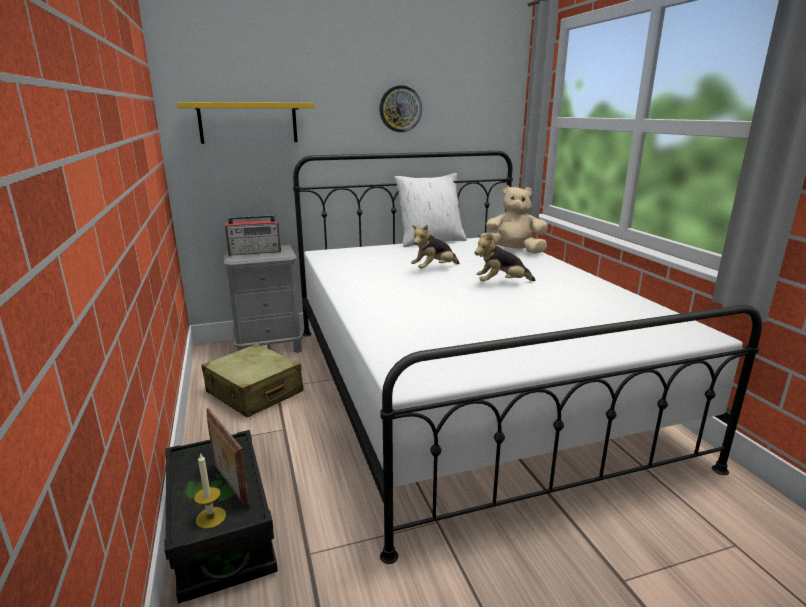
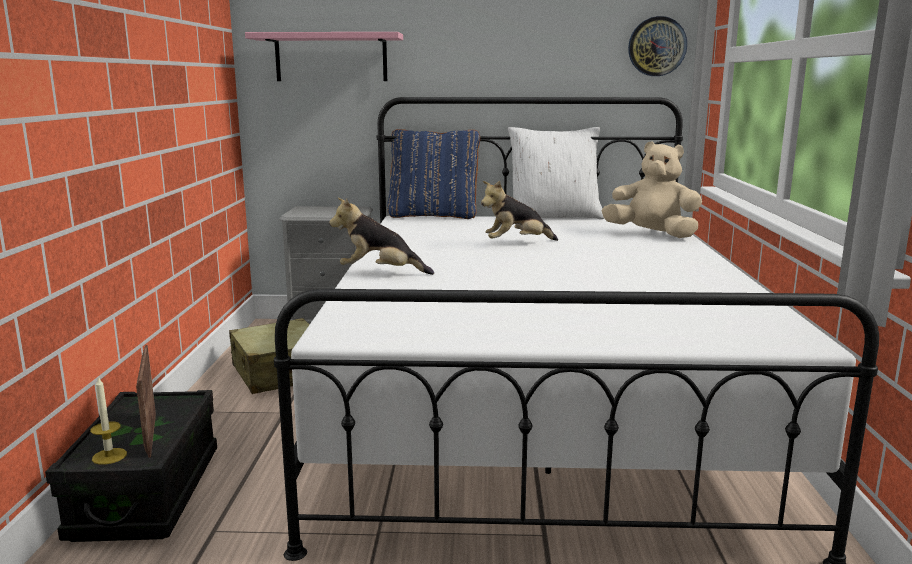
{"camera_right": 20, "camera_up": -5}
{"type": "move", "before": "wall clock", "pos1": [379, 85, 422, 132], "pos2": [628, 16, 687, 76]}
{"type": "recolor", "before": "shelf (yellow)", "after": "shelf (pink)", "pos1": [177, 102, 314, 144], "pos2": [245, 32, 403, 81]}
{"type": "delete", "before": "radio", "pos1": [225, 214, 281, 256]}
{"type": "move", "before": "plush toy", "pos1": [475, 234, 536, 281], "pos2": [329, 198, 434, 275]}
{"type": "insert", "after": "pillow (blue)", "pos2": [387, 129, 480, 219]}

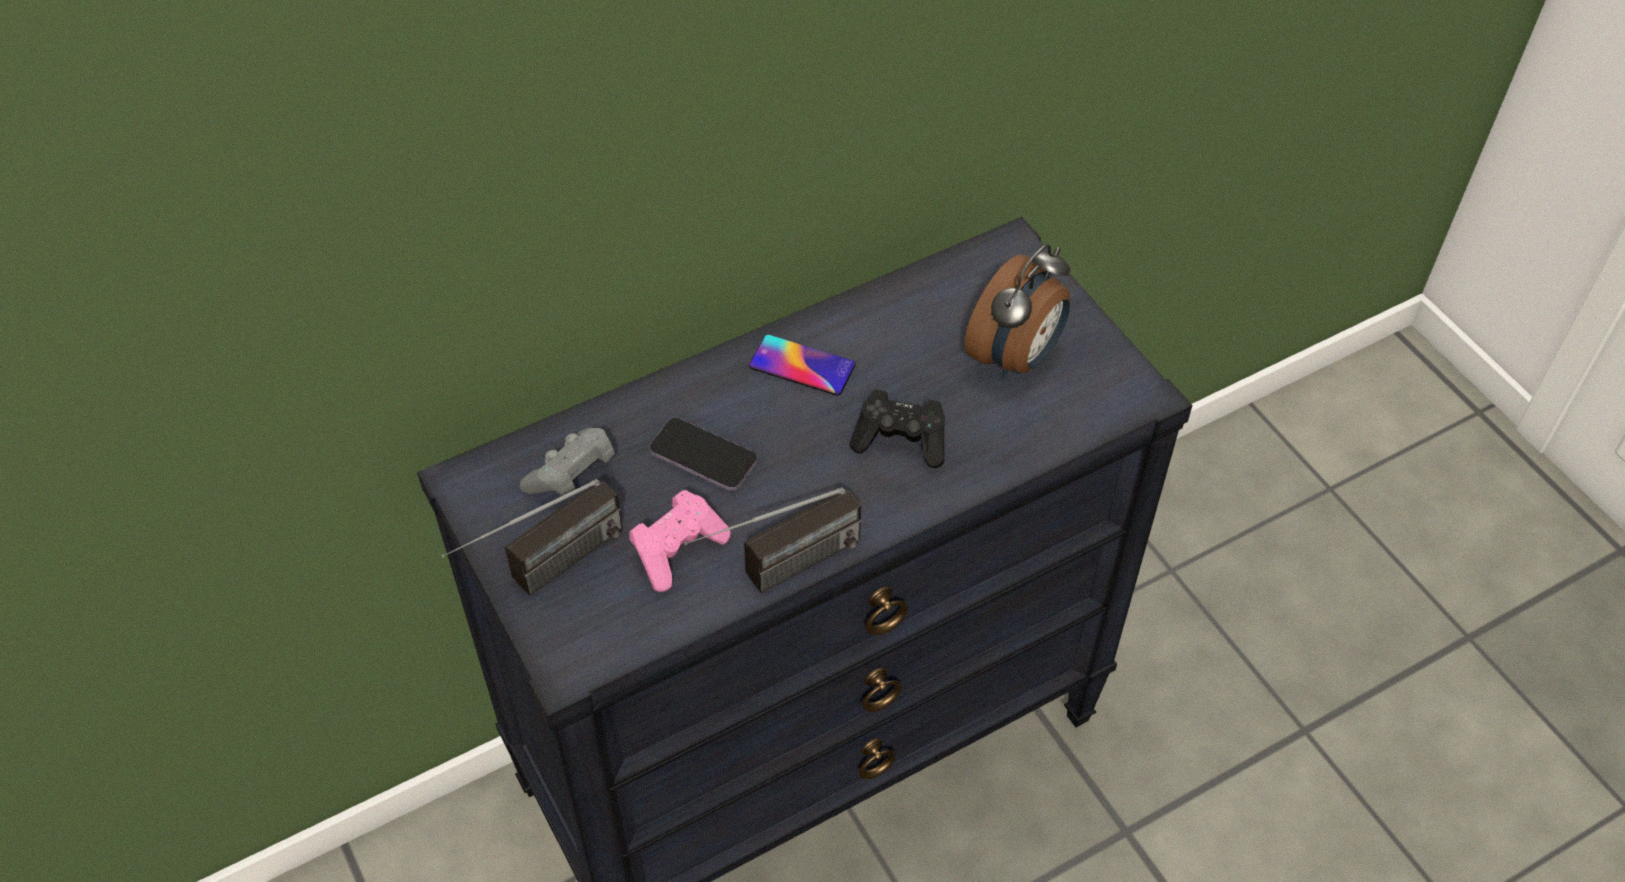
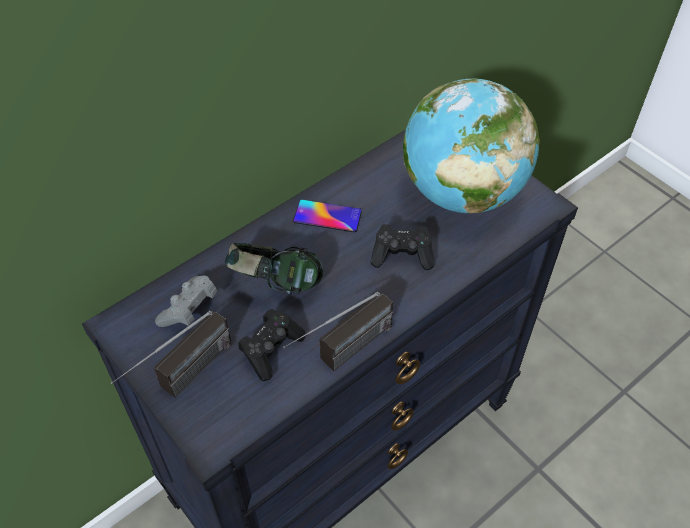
{"camera_right": -10, "camera_up": 0}
{"type": "replace", "before": "alarm clock", "after": "globe", "pos1": [965, 244, 1070, 378], "pos2": [403, 78, 540, 214]}
{"type": "replace", "before": "phone", "after": "headphones", "pos1": [649, 417, 758, 491], "pos2": [225, 243, 323, 295]}
{"type": "recolor", "before": "game controller (pink)", "after": "game controller (black)", "pos1": [629, 490, 731, 592], "pos2": [238, 309, 305, 381]}

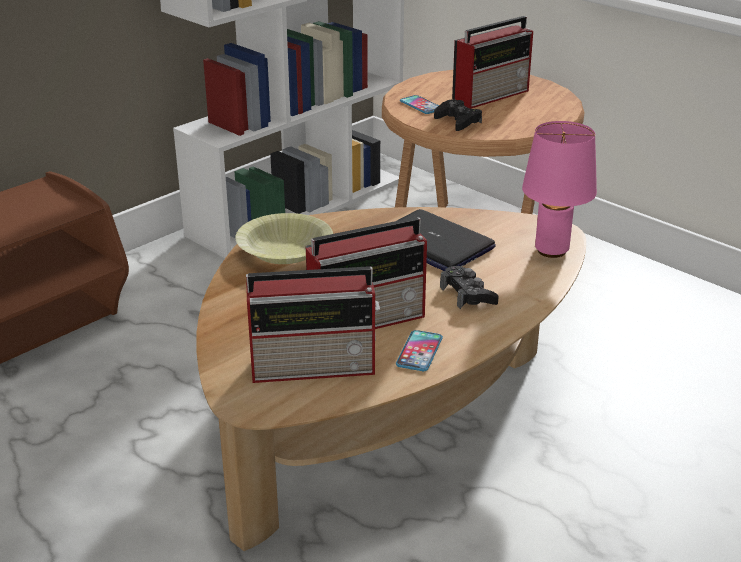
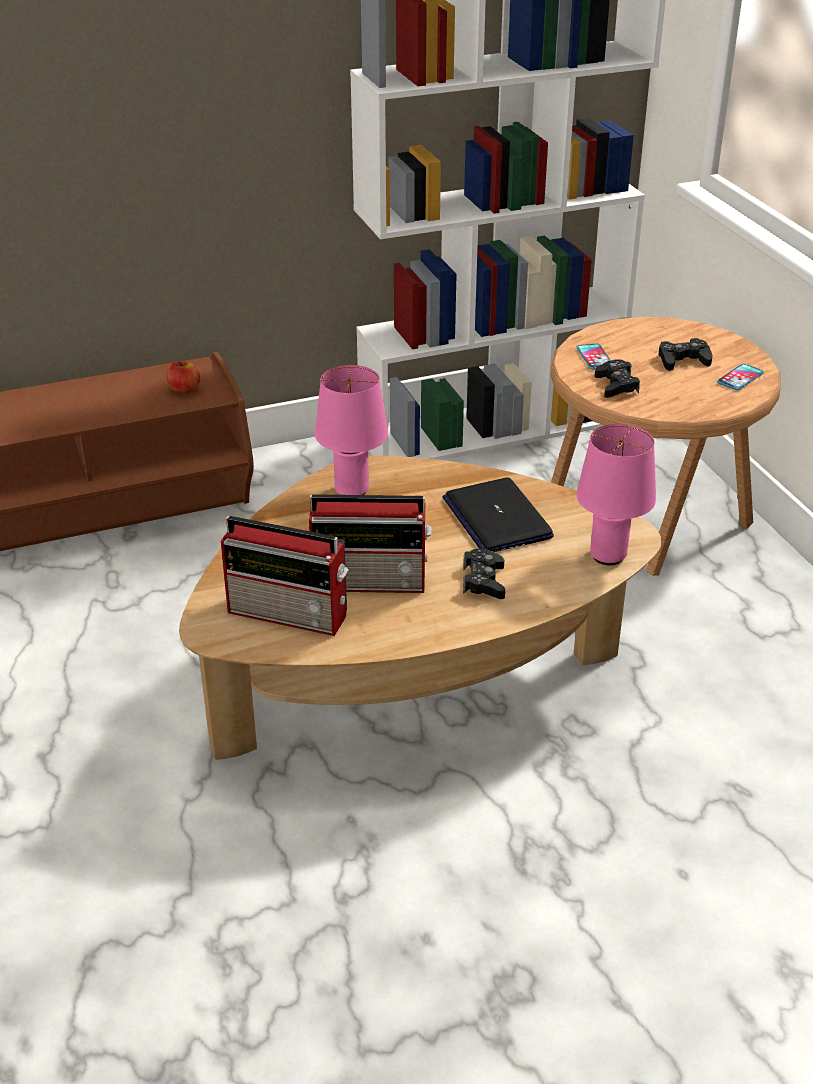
{"camera_right": 25, "camera_up": 5}
{"type": "replace", "before": "radio", "after": "game controller (black)", "pos1": [452, 16, 533, 109], "pos2": [659, 338, 712, 371]}
{"type": "replace", "before": "bowl (yellow)", "after": "table lamp (pink)", "pos1": [235, 213, 333, 264], "pos2": [315, 365, 388, 495]}
{"type": "move", "before": "phone", "pos1": [396, 330, 443, 371], "pos2": [717, 364, 764, 390]}
{"type": "insert", "after": "apple", "pos2": [166, 361, 200, 393]}

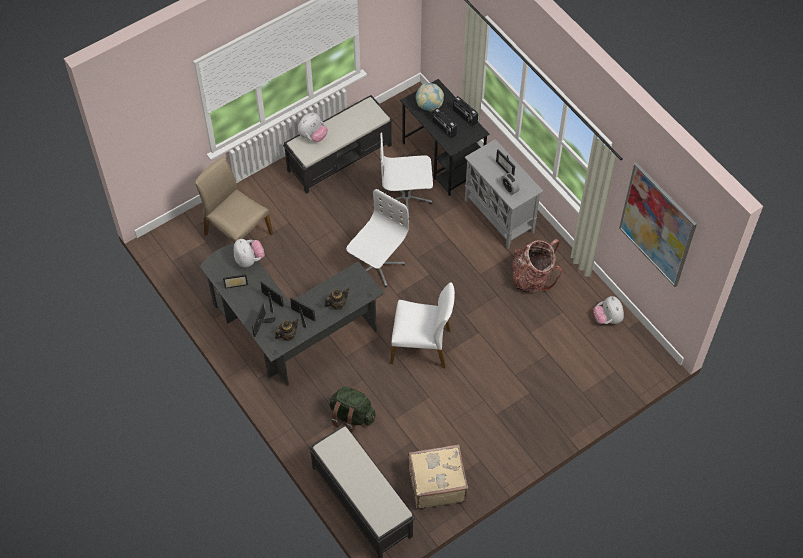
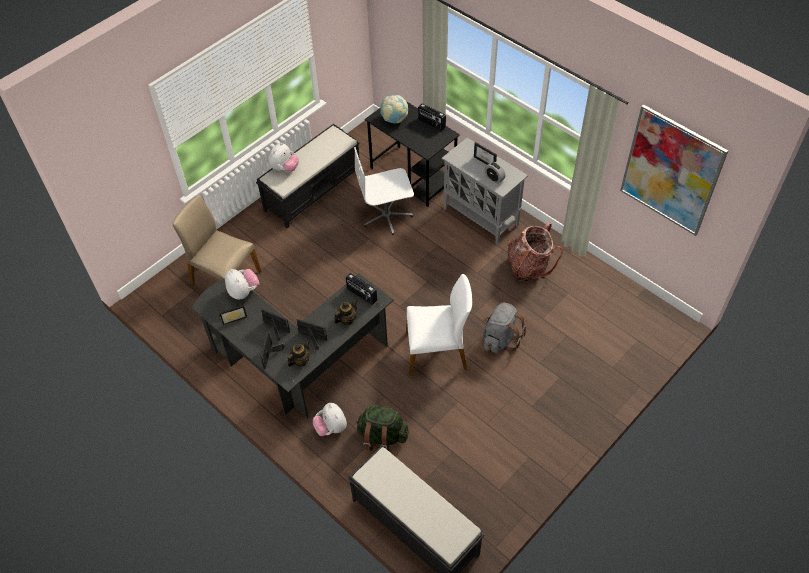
{"camera_right": -10, "camera_up": -5}
{"type": "move", "before": "radio", "pos1": [432, 108, 457, 139], "pos2": [346, 273, 377, 305]}
{"type": "delete", "before": "office chair (white)", "pos1": [346, 189, 409, 287]}
{"type": "move", "before": "plush toy", "pos1": [593, 296, 624, 324], "pos2": [313, 403, 347, 436]}
{"type": "delete", "before": "suitcase (beige)", "pos1": [408, 444, 468, 509]}
{"type": "insert", "after": "backpack (grey)", "pos2": [483, 302, 526, 353]}

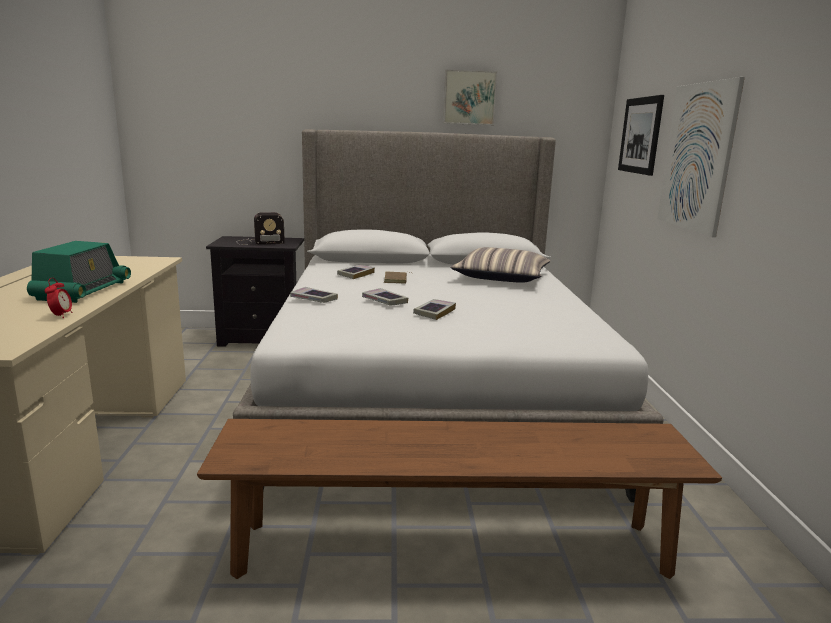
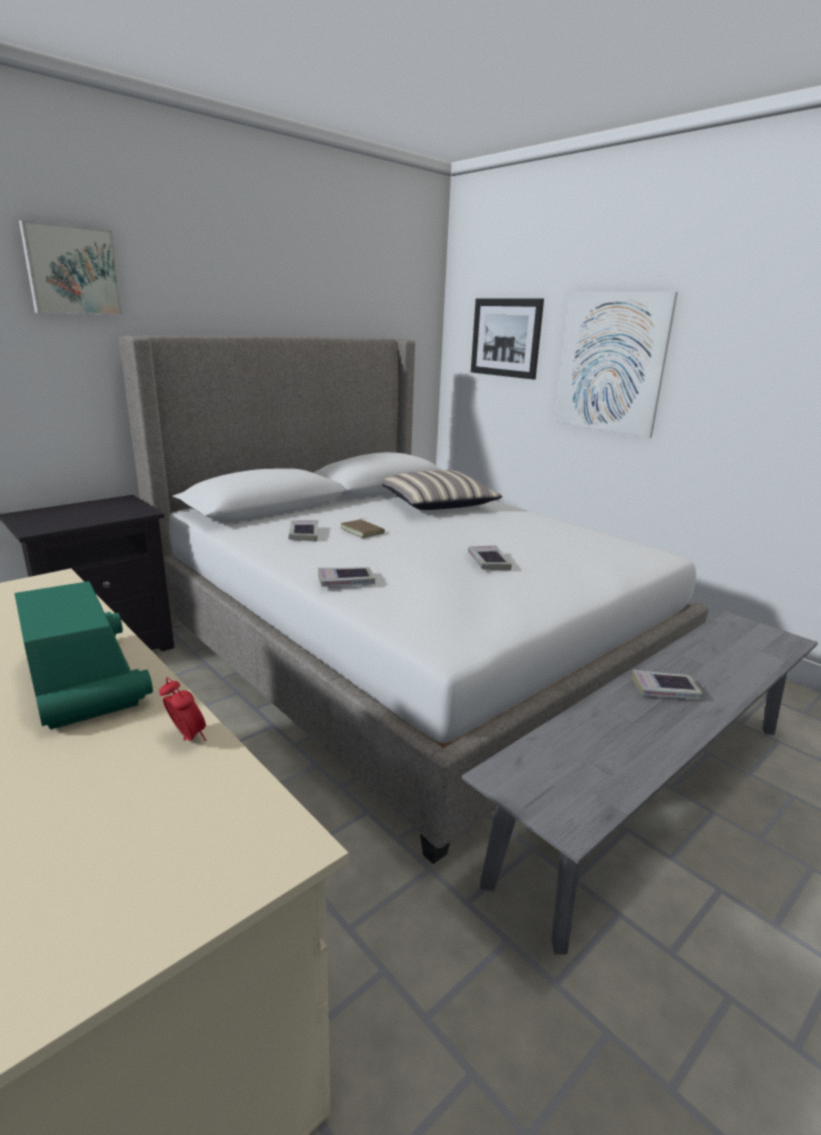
{"camera_right": -40, "camera_up": 5}
{"type": "move", "before": "picture", "pos1": [443, 69, 497, 125], "pos2": [19, 220, 123, 316]}
{"type": "delete", "before": "radio", "pos1": [238, 212, 285, 245]}
{"type": "move", "before": "book", "pos1": [362, 288, 408, 306], "pos2": [632, 670, 703, 699]}
{"type": "recolor", "before": "bench (brown)", "after": "bench (grey)", "pos1": [197, 419, 722, 579], "pos2": [462, 610, 818, 955]}

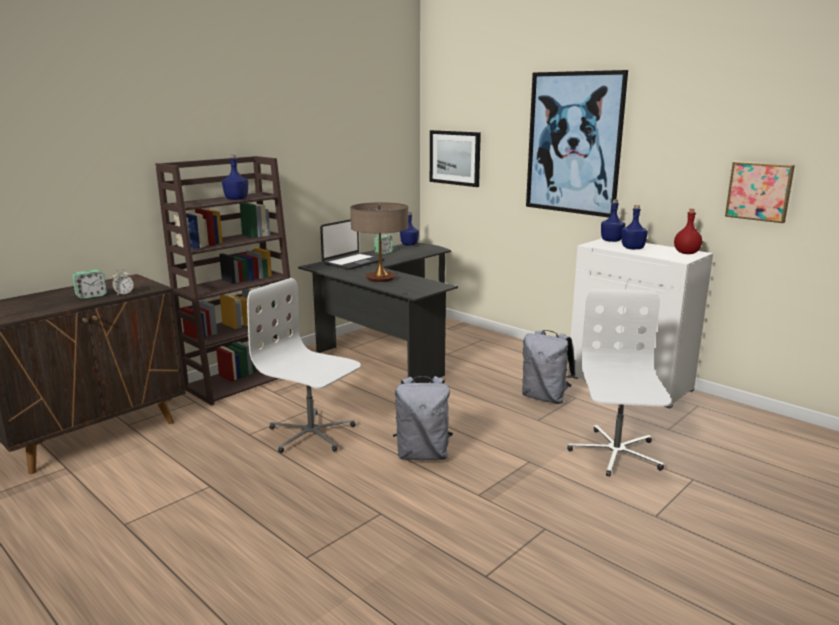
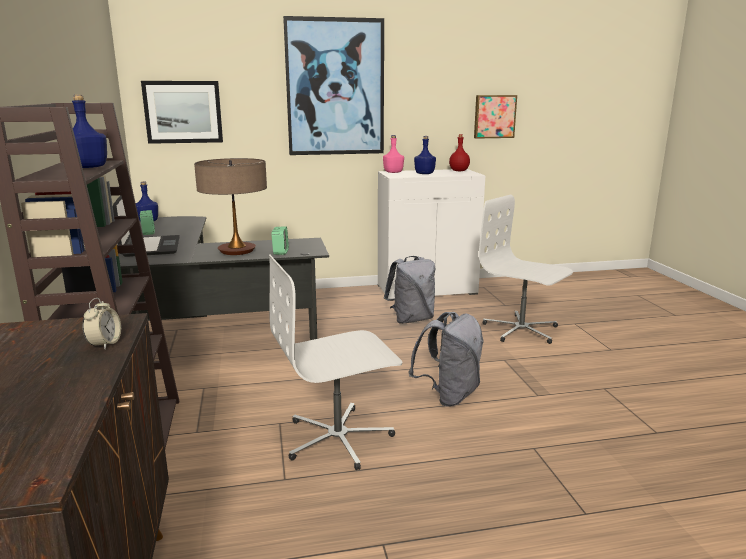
{"camera_right": -55, "camera_up": 0}
{"type": "recolor", "before": "bottle (blue)", "after": "bottle (pink)", "pos1": [601, 199, 625, 242], "pos2": [383, 135, 404, 173]}
{"type": "move", "before": "alarm clock", "pos1": [72, 270, 107, 299], "pos2": [271, 226, 289, 255]}

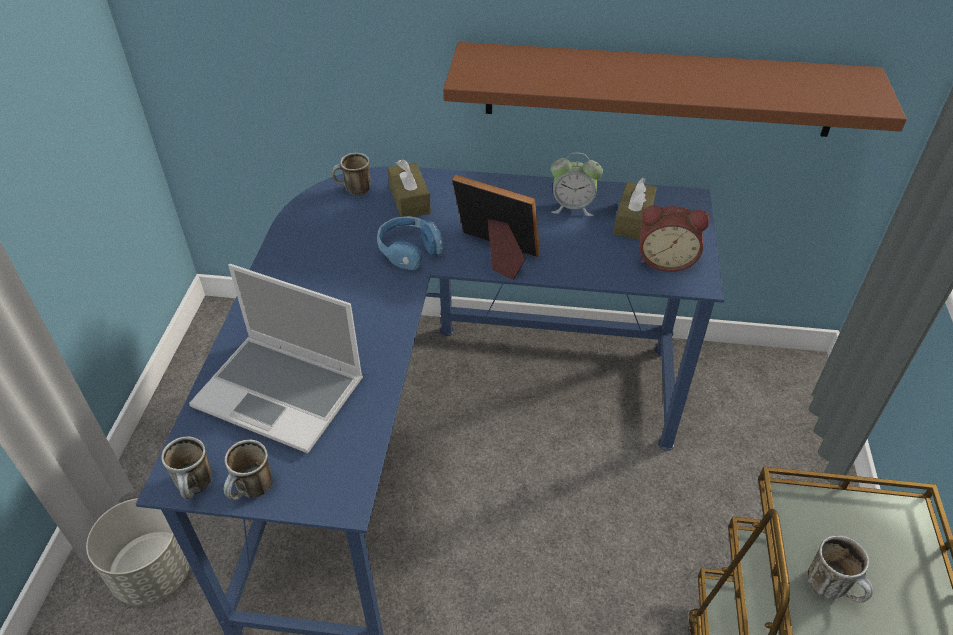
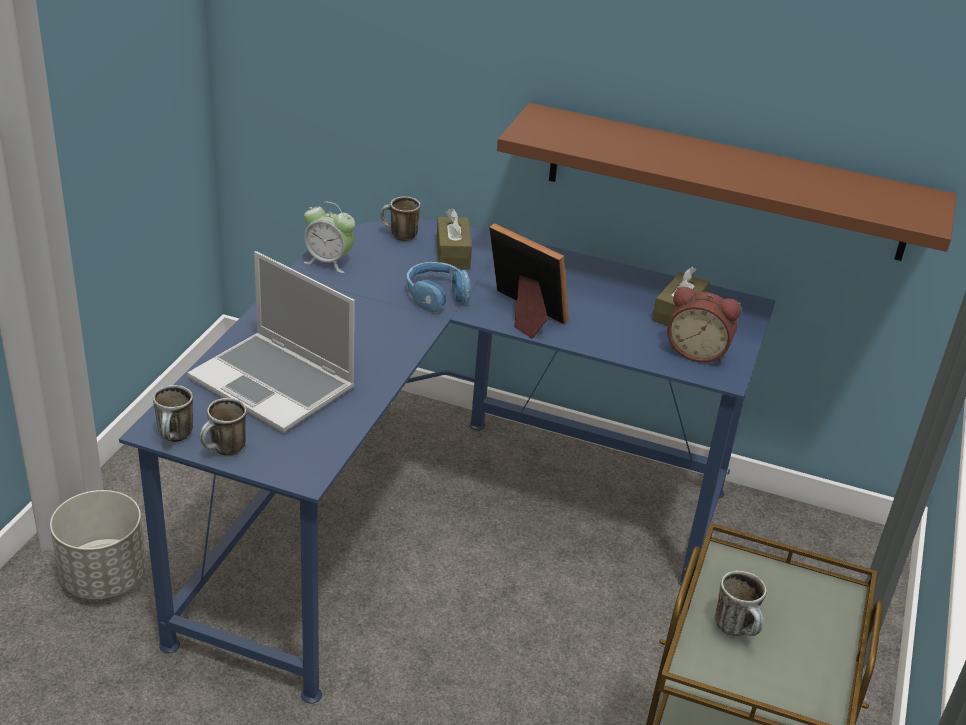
{"camera_right": 10, "camera_up": -10}
{"type": "move", "before": "alarm clock", "pos1": [551, 153, 603, 216], "pos2": [303, 202, 355, 273]}

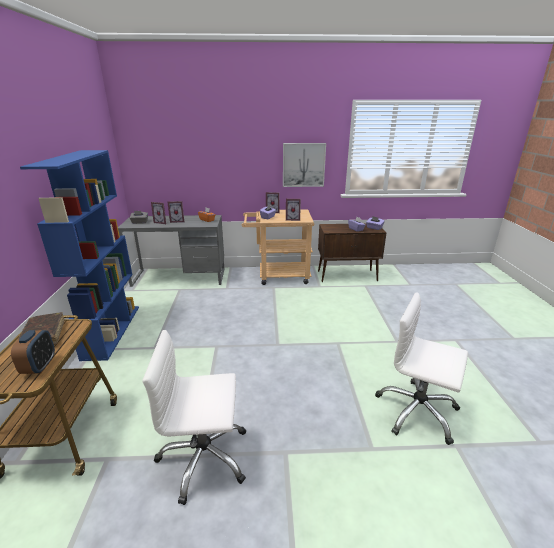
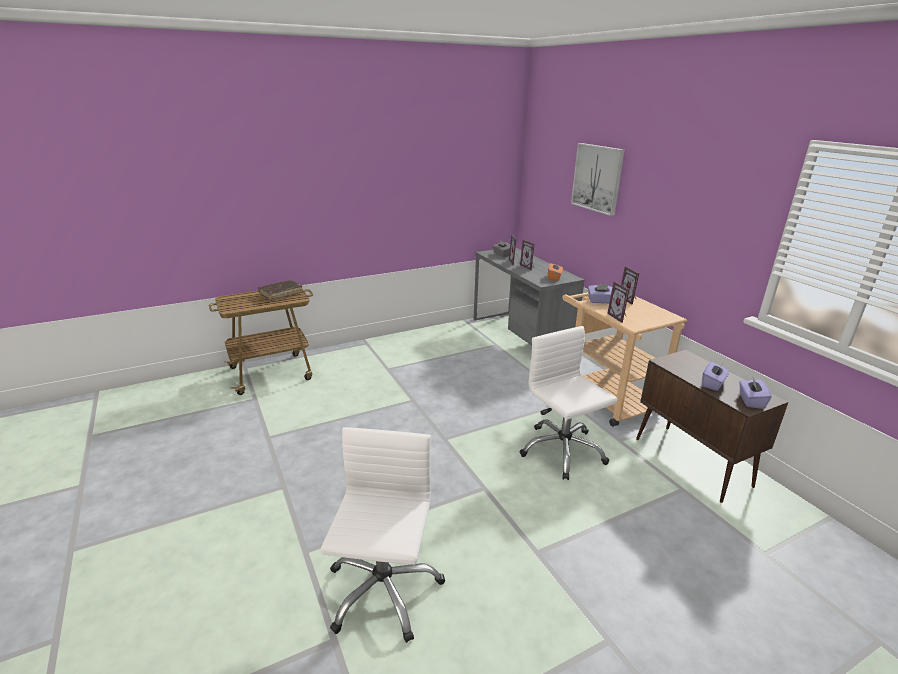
{"camera_right": 65, "camera_up": 0}
{"type": "move", "before": "picture", "pos1": [283, 143, 326, 187], "pos2": [571, 143, 624, 216]}
{"type": "delete", "before": "bookcase (blue)", "pos1": [20, 150, 139, 361]}
{"type": "delete", "before": "alarm clock", "pos1": [11, 330, 55, 374]}
{"type": "move", "before": "office chair (white)", "pos1": [142, 330, 246, 505], "pos2": [520, 326, 617, 480]}

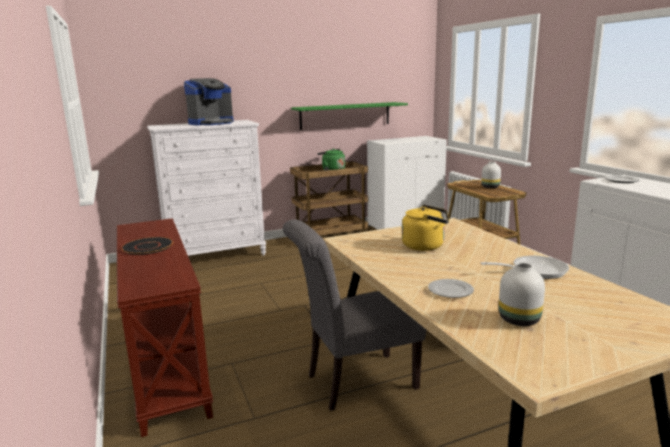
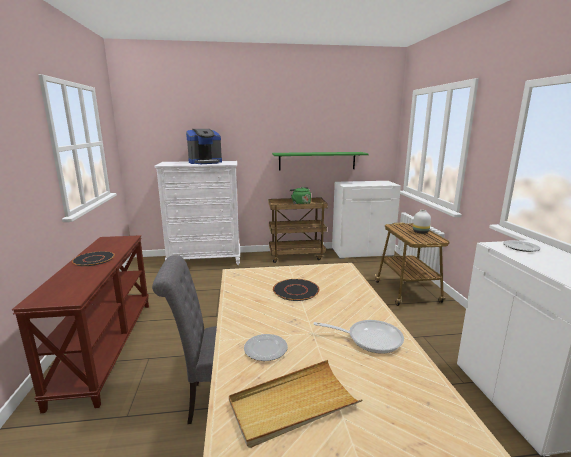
{"camera_right": 15, "camera_up": 0}
{"type": "replace", "before": "kettle (yellow)", "after": "plate (black)", "pos1": [402, 205, 449, 251], "pos2": [273, 279, 320, 301]}
{"type": "replace", "before": "vase (white)", "after": "tray (beige)", "pos1": [499, 263, 545, 326], "pos2": [229, 360, 363, 448]}

